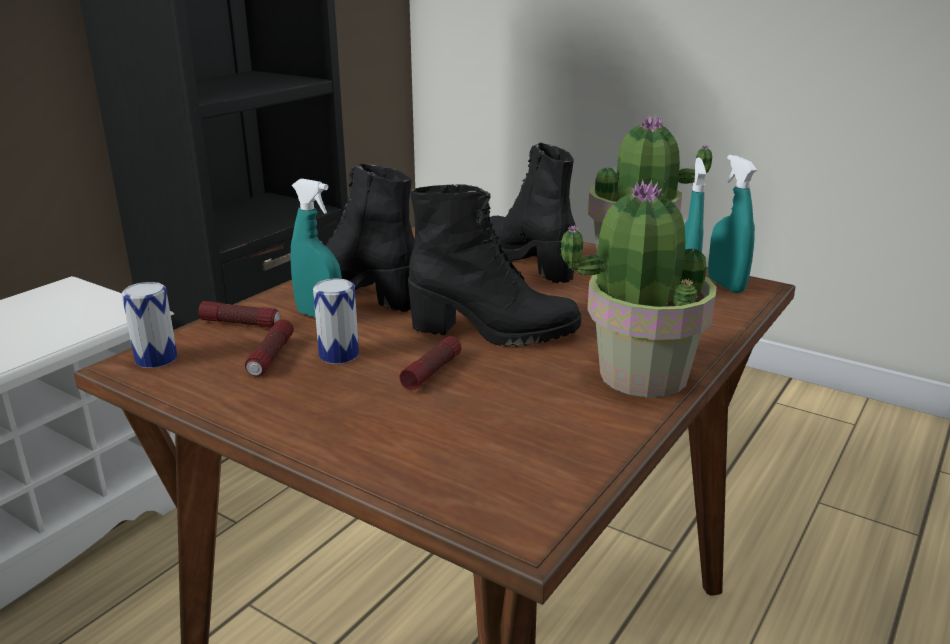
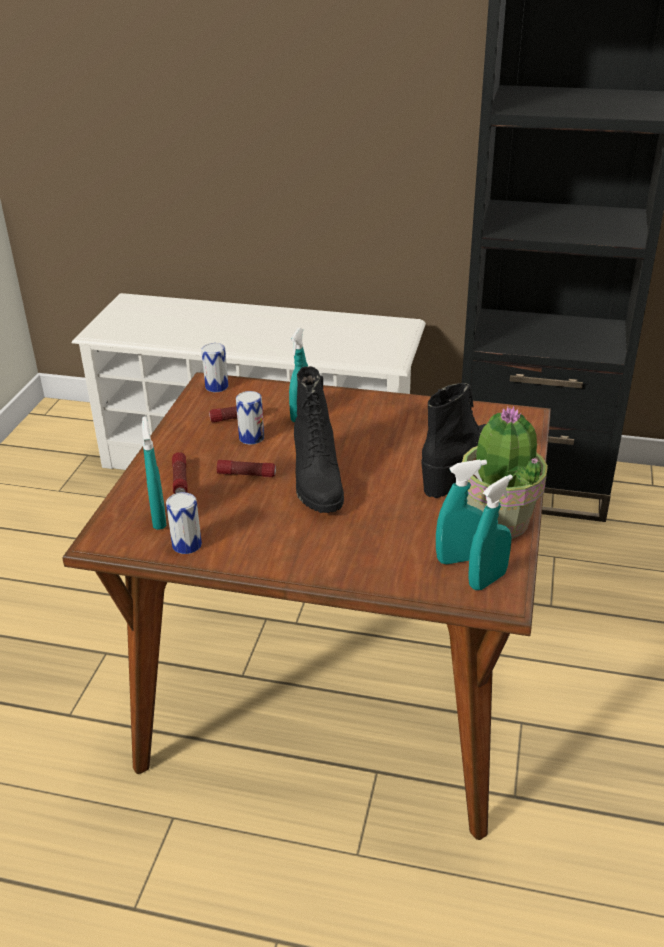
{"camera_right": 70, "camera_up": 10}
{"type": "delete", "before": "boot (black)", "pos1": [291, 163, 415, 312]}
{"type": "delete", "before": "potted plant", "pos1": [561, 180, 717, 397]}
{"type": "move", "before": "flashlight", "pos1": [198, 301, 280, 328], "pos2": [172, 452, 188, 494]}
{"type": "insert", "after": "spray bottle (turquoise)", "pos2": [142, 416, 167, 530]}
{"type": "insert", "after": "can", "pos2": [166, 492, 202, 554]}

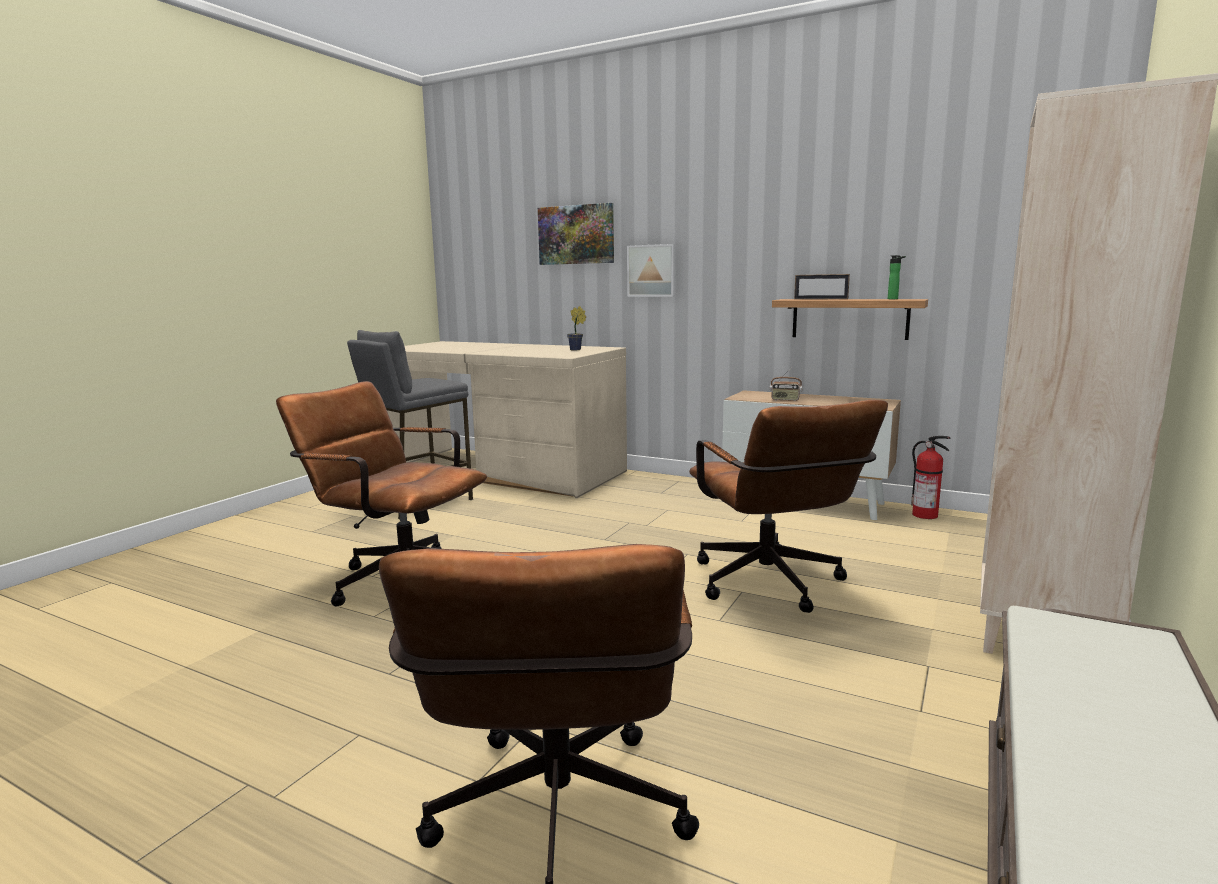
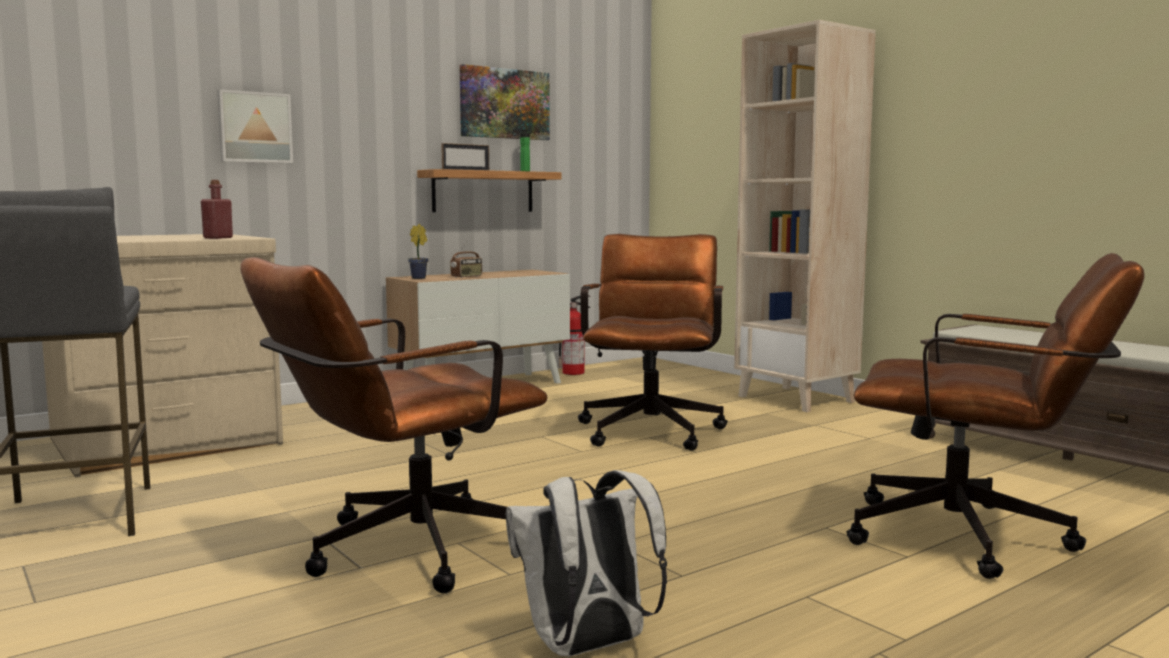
{"camera_right": -65, "camera_up": -5}
{"type": "move", "before": "picture", "pos1": [538, 203, 614, 265], "pos2": [460, 64, 550, 140]}
{"type": "move", "before": "potted plant", "pos1": [567, 306, 586, 350], "pos2": [408, 224, 428, 279]}
{"type": "rotate", "before": "office chair (brown)", "pos1": [689, 400, 888, 613], "pos2": [578, 234, 727, 451], "turn": -90}
{"type": "insert", "after": "bottle (red)", "pos2": [201, 180, 233, 239]}
{"type": "insert", "after": "backpack (white)", "pos2": [506, 470, 667, 657]}

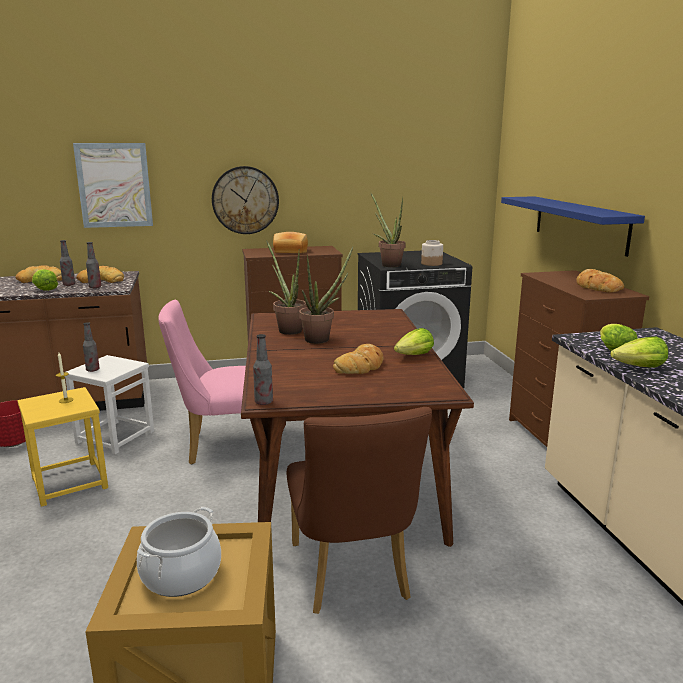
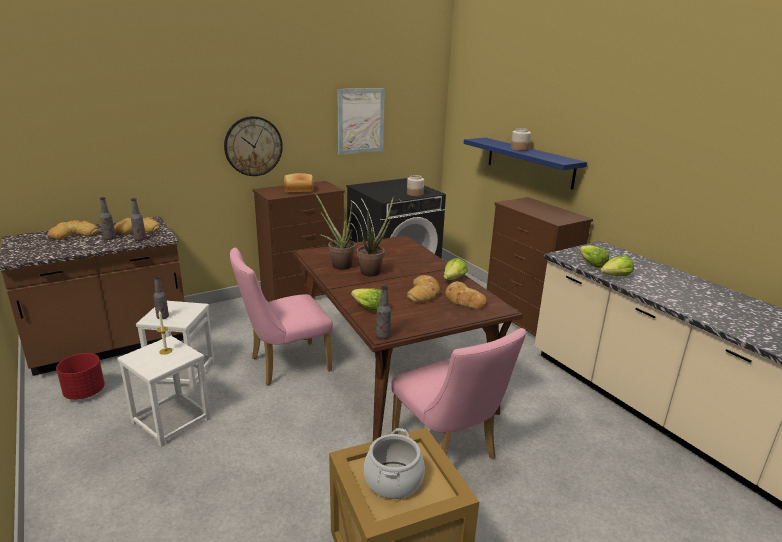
{"camera_right": -20, "camera_up": 5}
{"type": "move", "before": "picture", "pos1": [73, 143, 153, 228], "pos2": [337, 88, 385, 155]}
{"type": "delete", "before": "potted plant", "pos1": [370, 192, 406, 267]}
{"type": "move", "before": "lettuce", "pos1": [32, 269, 58, 291], "pos2": [351, 288, 381, 312]}
{"type": "move", "before": "bread", "pos1": [576, 269, 624, 293], "pos2": [445, 281, 487, 309]}
{"type": "recolor", "before": "stool (yellow)", "after": "stool (white)", "pos1": [17, 387, 108, 507], "pos2": [117, 336, 211, 447]}
{"type": "recolor", "before": "chair (brown)", "after": "chair (pink)", "pos1": [286, 407, 432, 614], "pos2": [391, 328, 526, 459]}
{"type": "insert", "after": "jar", "pos2": [511, 128, 531, 151]}

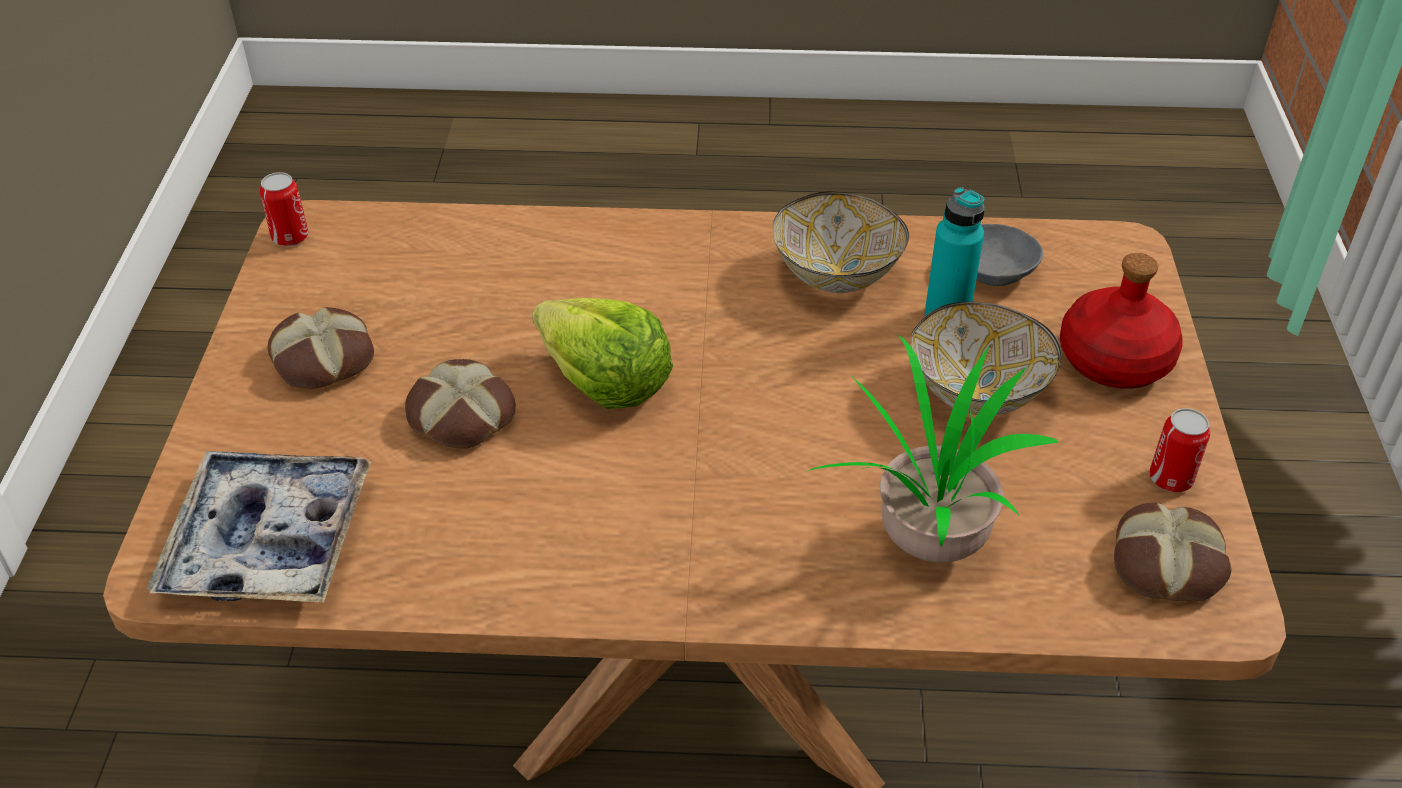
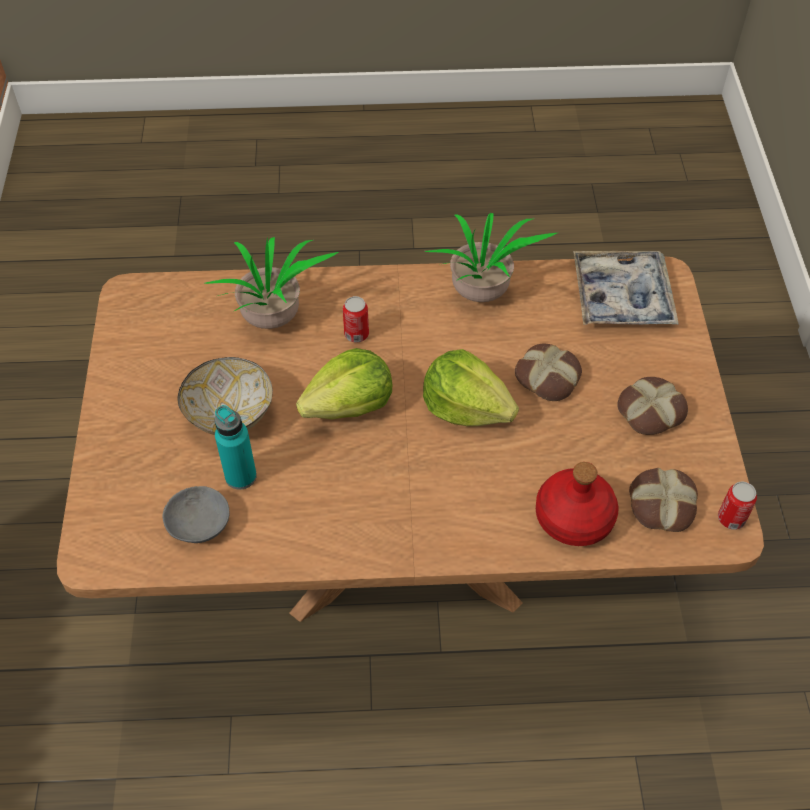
{"camera_right": 175, "camera_up": 10}
{"type": "delete", "before": "bowl", "pos1": [773, 191, 909, 293]}
{"type": "move", "before": "bottle (red)", "pos1": [1060, 253, 1183, 389], "pos2": [536, 462, 618, 546]}
{"type": "move", "before": "can", "pos1": [1149, 408, 1210, 492], "pos2": [343, 296, 369, 343]}
{"type": "move", "before": "bread", "pos1": [1114, 502, 1231, 601], "pos2": [629, 468, 698, 532]}
{"type": "insert", "after": "potted plant", "pos2": [425, 213, 557, 302]}
{"type": "insert", "after": "lettuce", "pos2": [296, 348, 392, 420]}

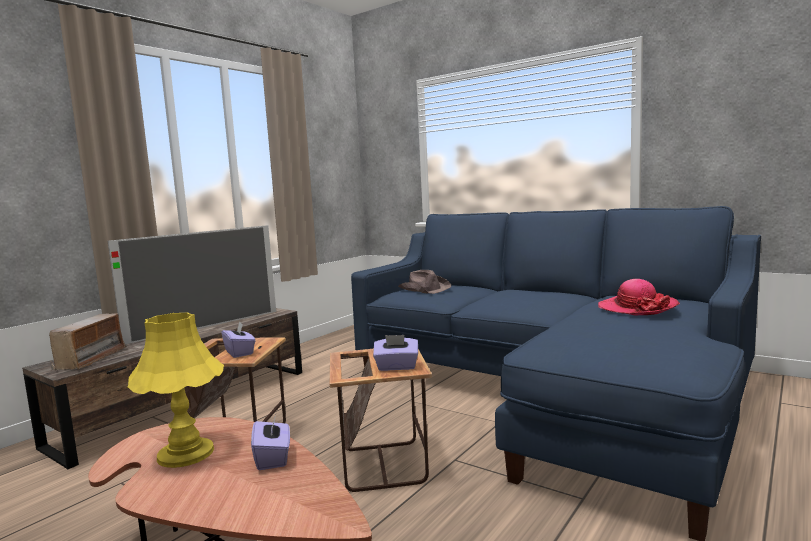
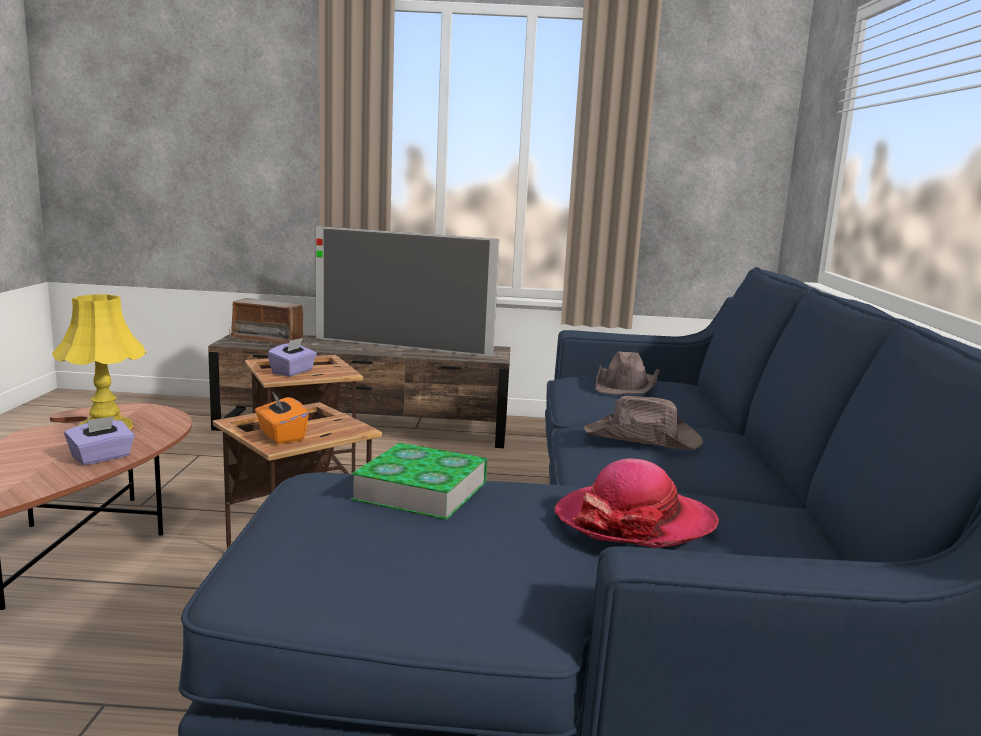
{"camera_right": 55, "camera_up": 5}
{"type": "rotate", "before": "radio", "pos1": [49, 313, 126, 370], "pos2": [229, 298, 306, 344], "turn": 45}
{"type": "recolor", "before": "tissue box (purple)", "after": "tissue box (orange)", "pos1": [373, 335, 418, 371], "pos2": [255, 392, 309, 444]}
{"type": "insert", "after": "hat (brown)", "pos2": [584, 396, 703, 450]}
{"type": "insert", "after": "book", "pos2": [351, 442, 488, 520]}

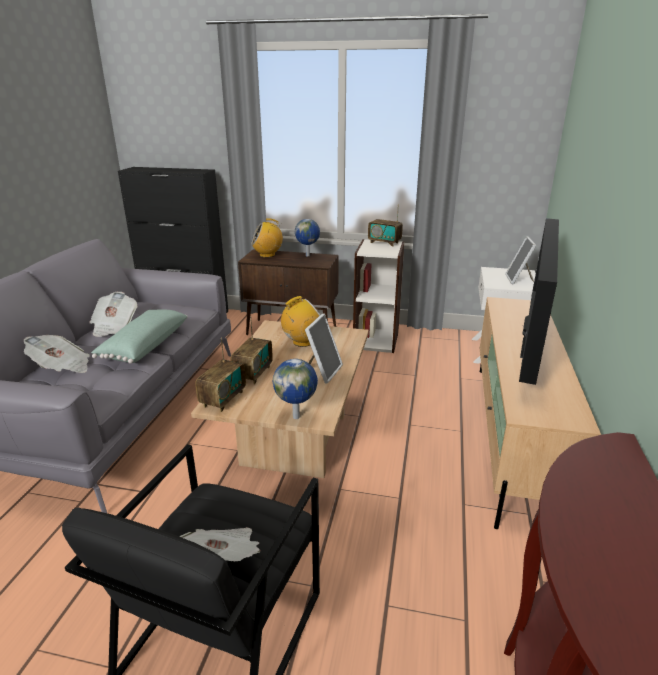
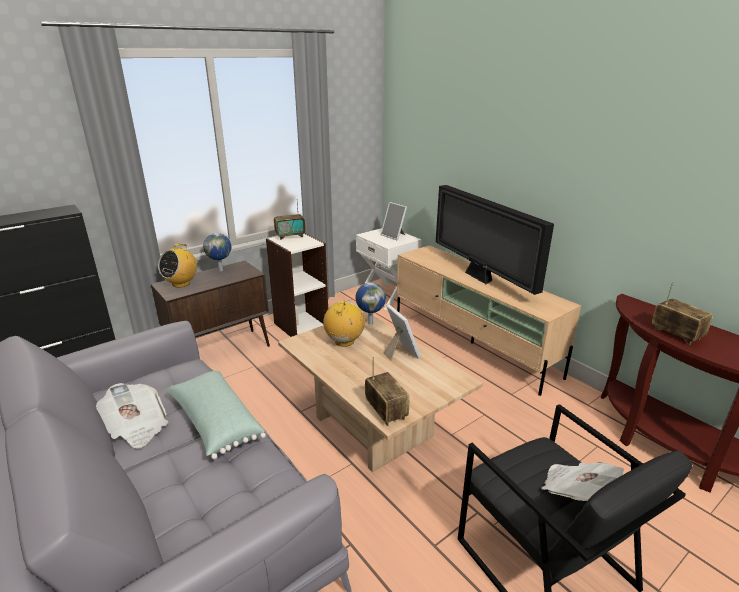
{"camera_right": -50, "camera_up": 0}
{"type": "move", "before": "radio", "pos1": [231, 316, 273, 384], "pos2": [652, 281, 713, 345]}
{"type": "delete", "before": "newspaper", "pos1": [23, 335, 90, 373]}
{"type": "move", "before": "globe", "pos1": [273, 359, 318, 419], "pos2": [355, 282, 386, 325]}

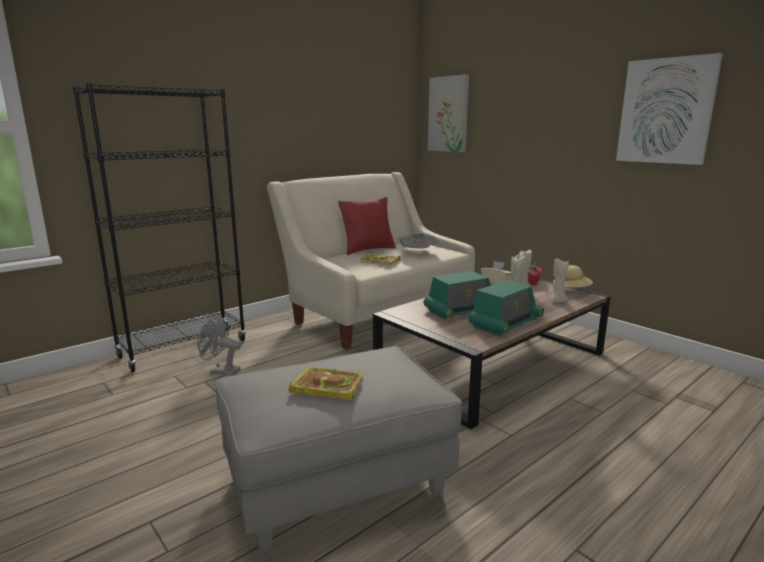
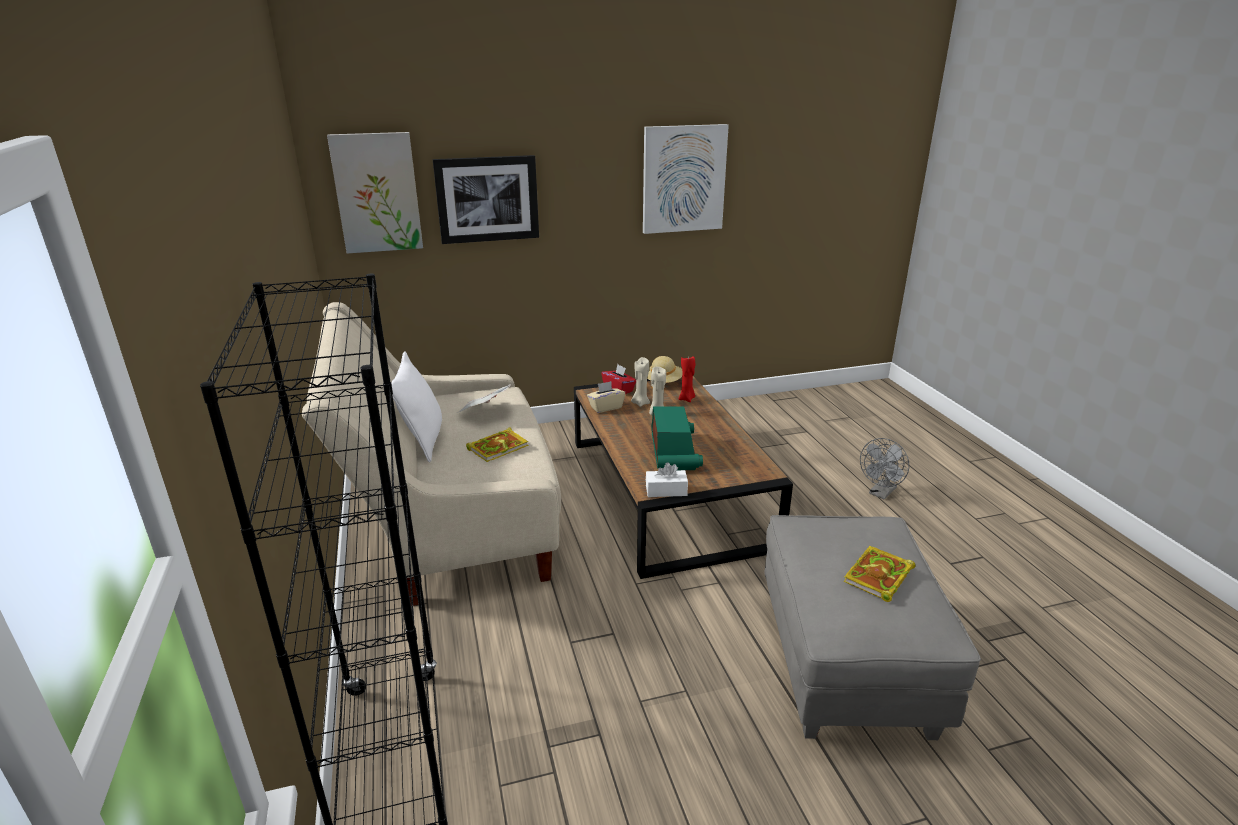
{"camera_right": -65, "camera_up": 10}
{"type": "recolor", "before": "pillow (red)", "after": "pillow (white)", "pos1": [338, 197, 396, 255], "pos2": [391, 351, 442, 463]}
{"type": "recolor", "before": "candle (beige)", "after": "candle (red)", "pos1": [550, 259, 569, 302], "pos2": [679, 354, 695, 402]}
{"type": "delete", "before": "radio", "pos1": [469, 280, 544, 336]}
{"type": "move", "before": "fan (grey)", "pos1": [197, 316, 241, 376], "pos2": [860, 438, 909, 500]}
{"type": "insert", "after": "picture", "pos2": [433, 155, 539, 244]}
{"type": "insert", "after": "tissue box (white)", "pos2": [646, 462, 688, 497]}

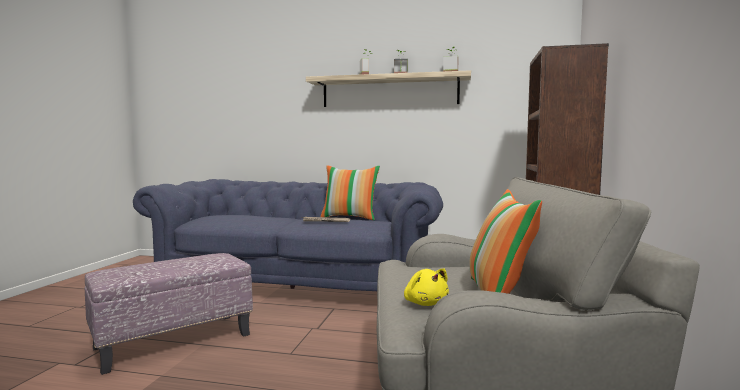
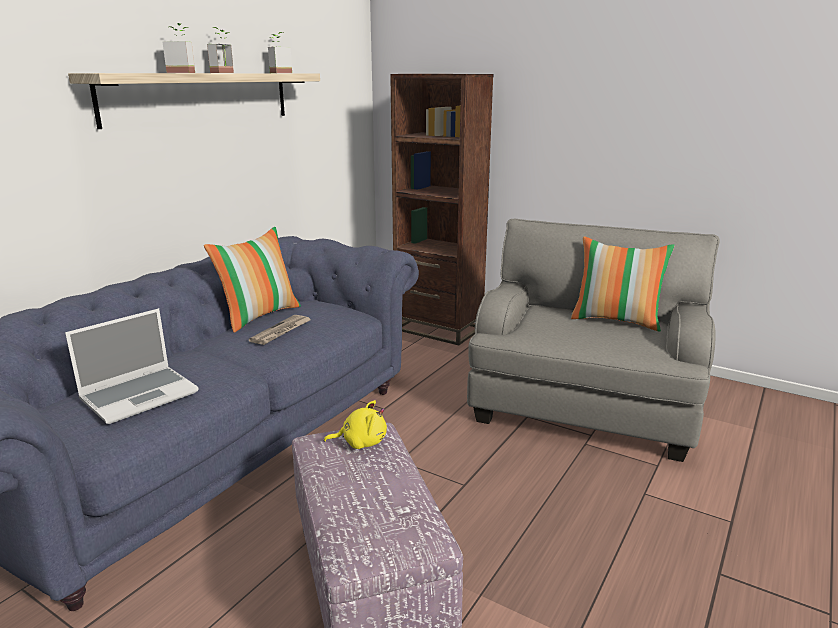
{"camera_right": -70, "camera_up": 15}
{"type": "move", "before": "plush toy (yellow)", "pos1": [404, 268, 449, 306], "pos2": [324, 400, 387, 449]}
{"type": "insert", "after": "laptop", "pos2": [65, 308, 199, 424]}

